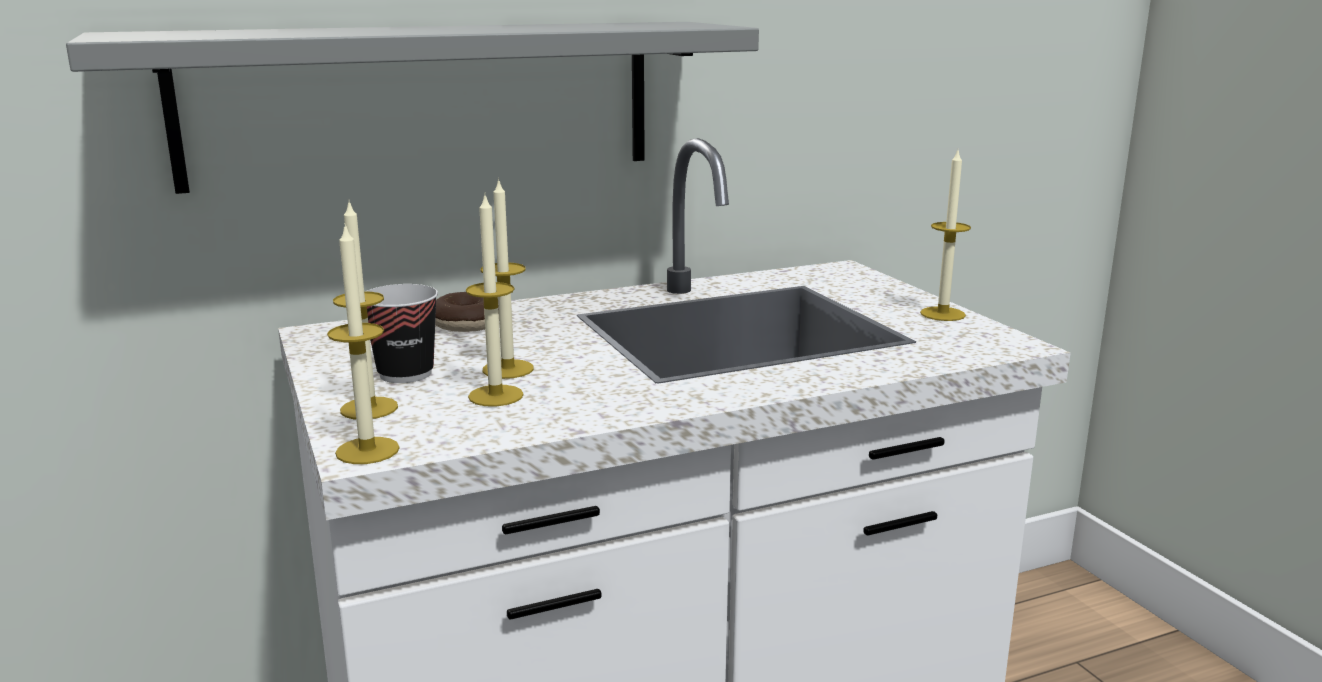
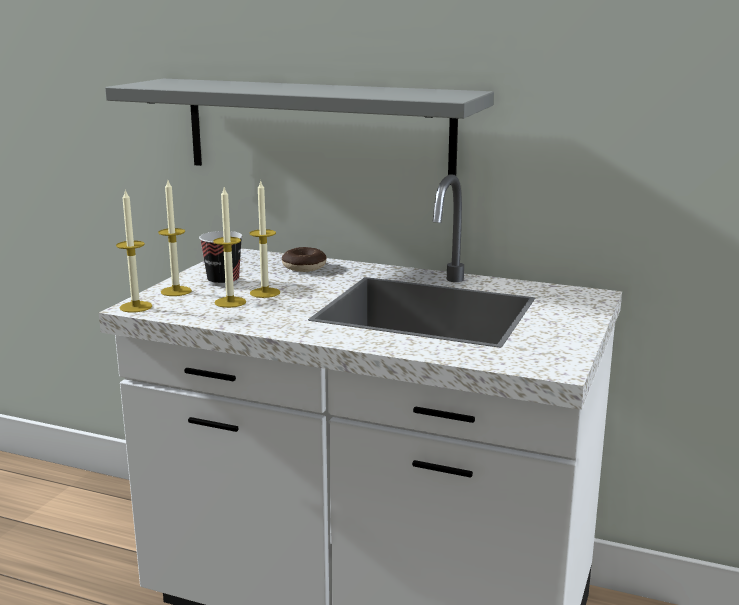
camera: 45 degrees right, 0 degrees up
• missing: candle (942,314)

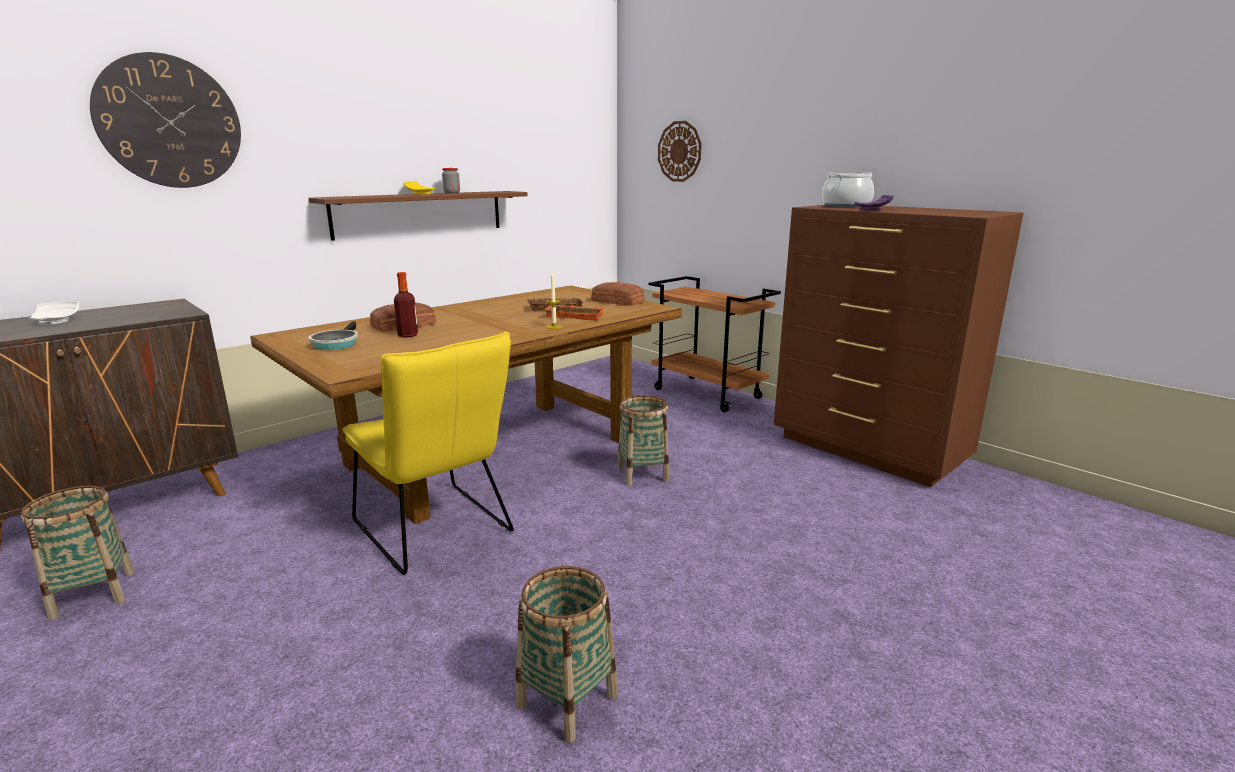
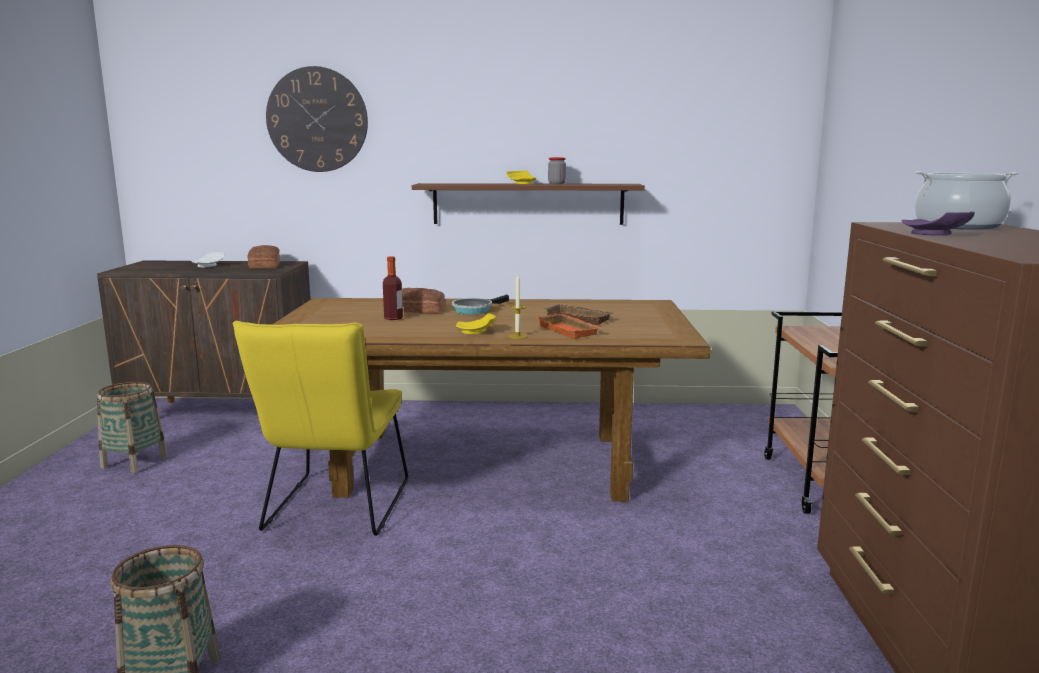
camera: 45 degrees right, 5 degrees down
• missing: storage basket (642,474)
• missing: hanging clock (679,151)
• appeared: flat dish/yellow (476,331)
• relocated: pan (336,344) to (474,310)
• relocated: bakery bread (617,301) to (265,264)

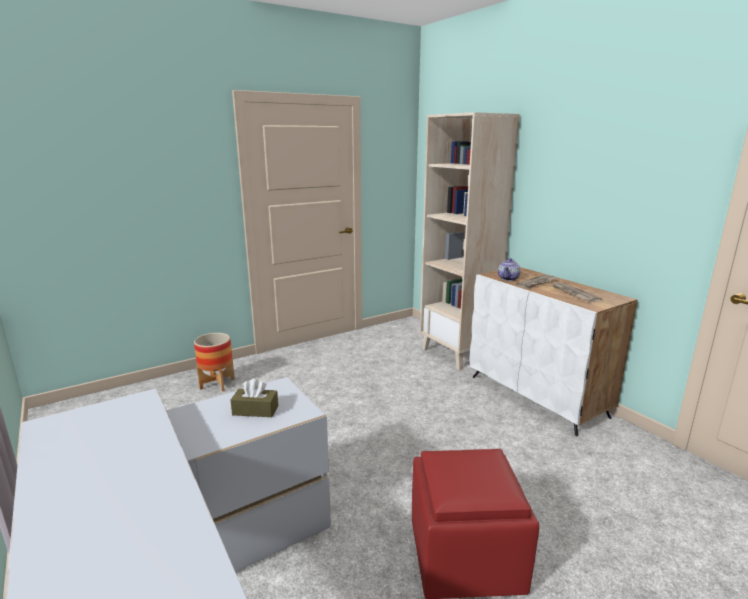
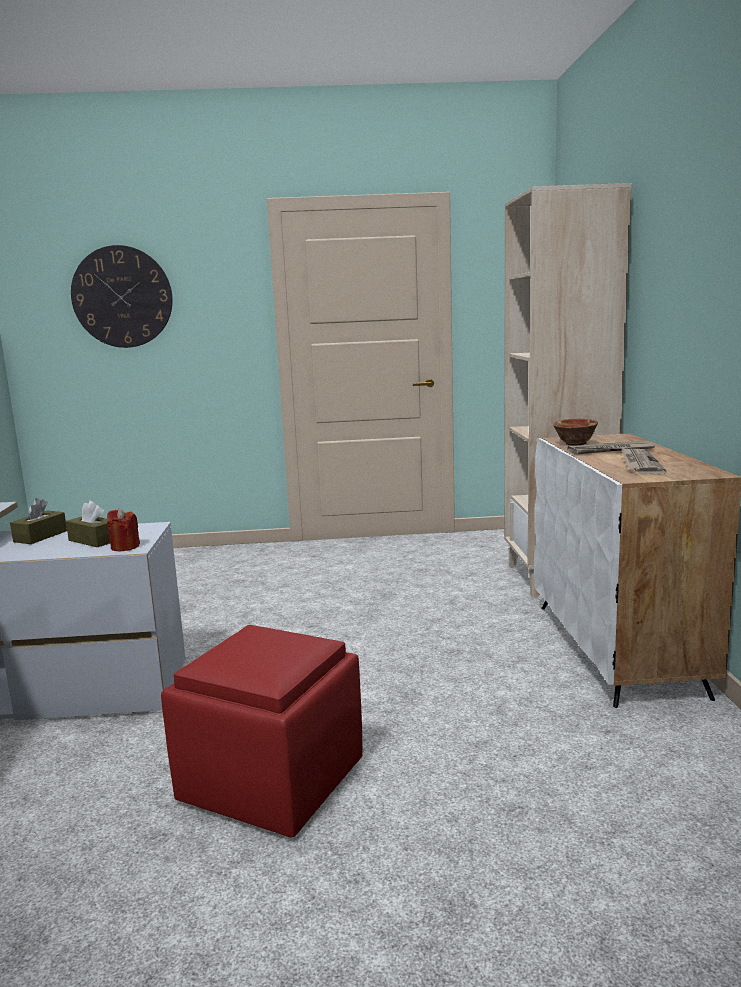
camera: 30 degrees right, 5 degrees down
• missing: plant pot (217,384)
• appeared: box of tissues/brown (40,536)
• appeared: hanging clock (122,297)
• appeared: candle/reddish (125,547)
• exchanged: tea pot (508,278) to serving bowl (575,444)

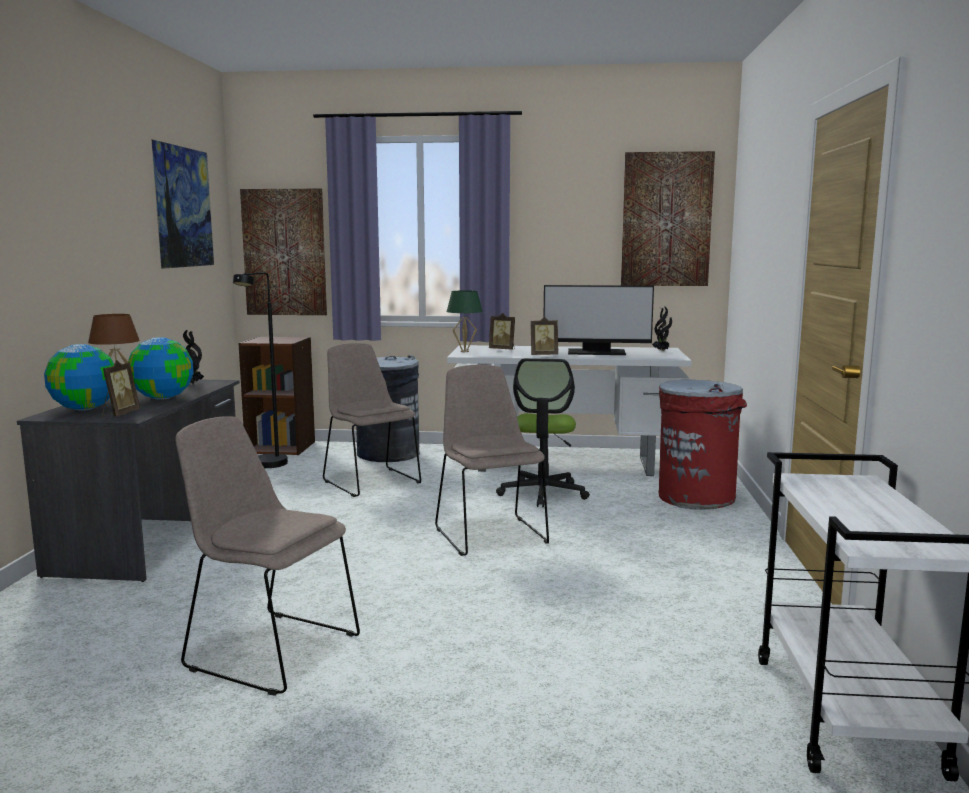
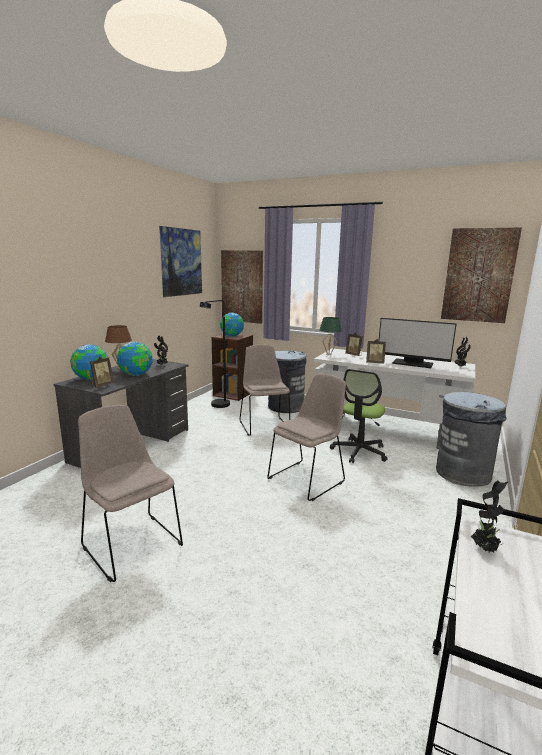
camera: 20 degrees right, 5 degrees up
• appeared: world globe (231,336)
• appeared: plant in a pot (485,549)
• colour: trash can/reddish (696,497) to trash can/grey (463,473)
• spun: plain chair/beige-coloured (489,534) = (307,479) 45 degrees clockwise

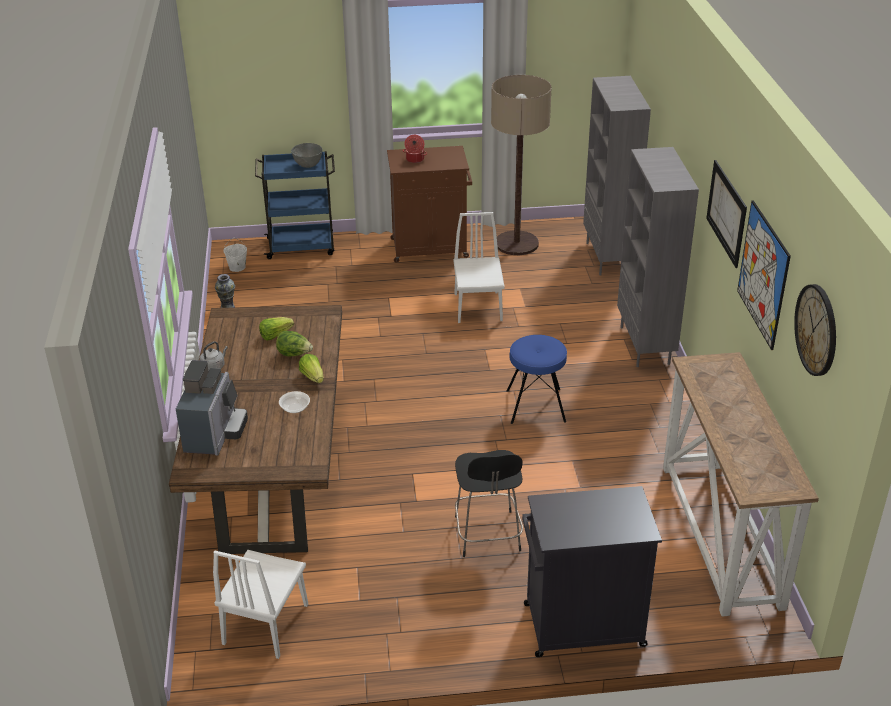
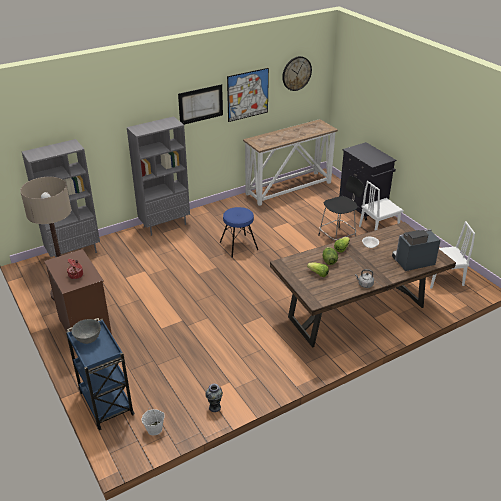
camera: 115 degrees left, 0 degrees up
• relocated: plain chair/whitish (478,307) to (379,228)

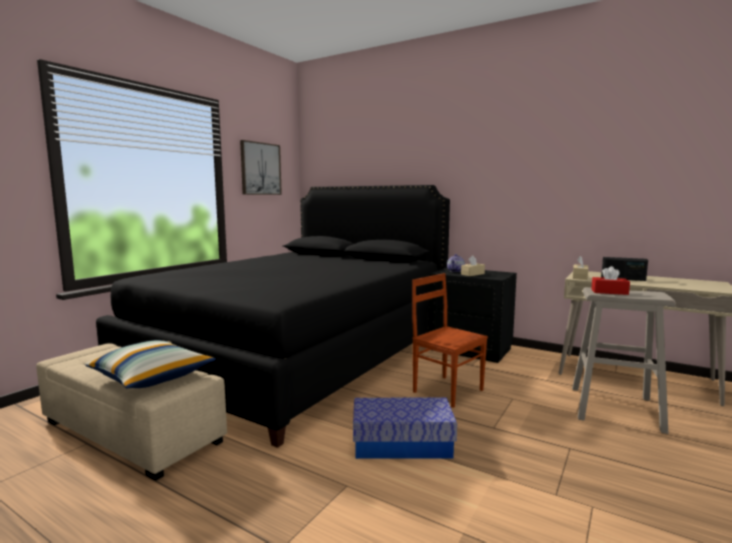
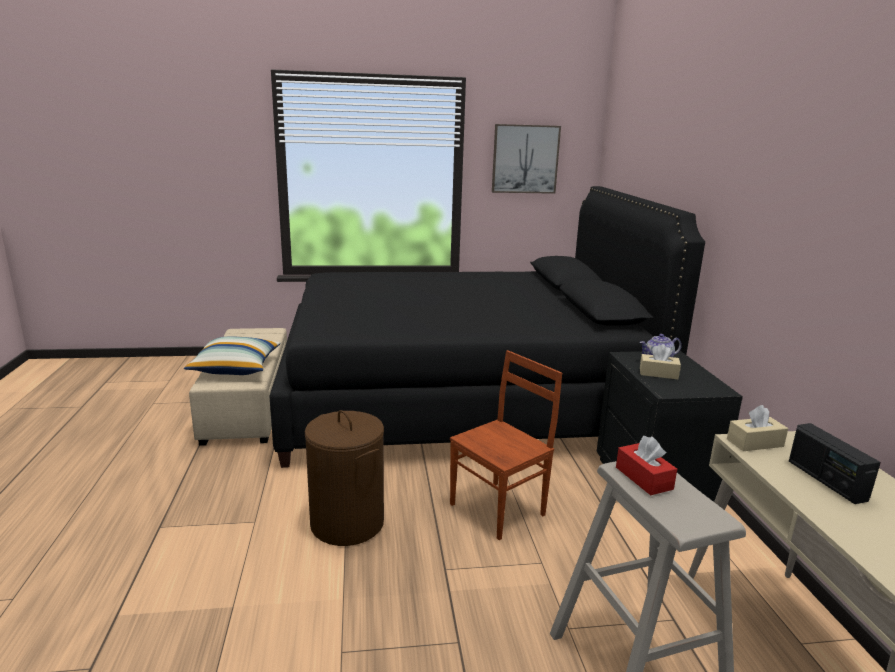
camera: 50 degrees right, 10 degrees up
• exchanged: storage container (402,444) to hamper/brown (347,523)
• spun: plain chair/brown (447,390) = (499,509) 45 degrees clockwise

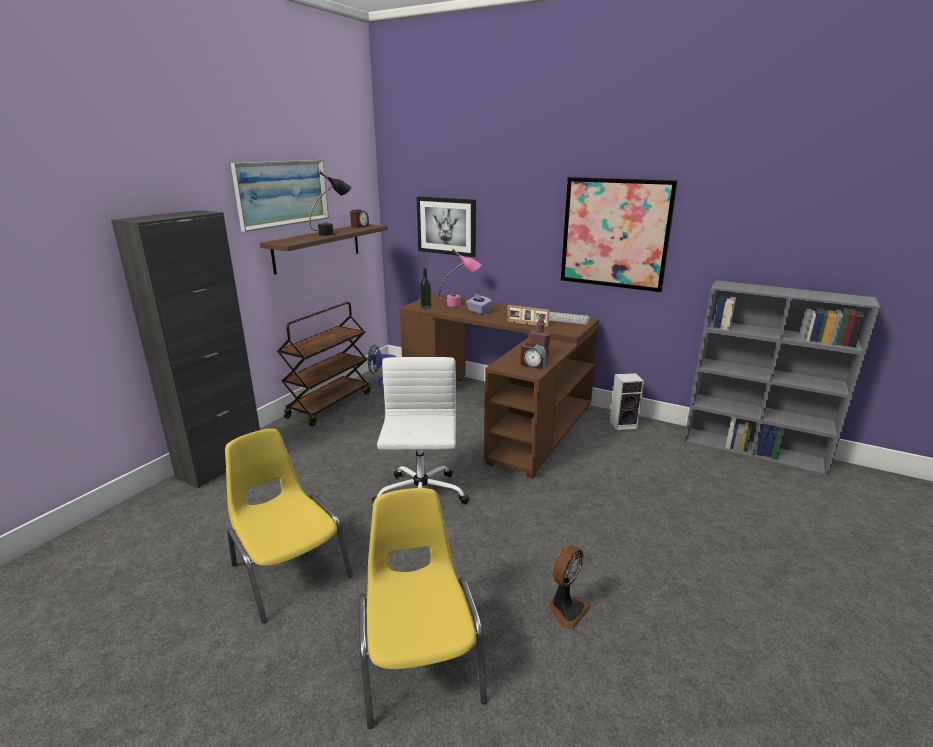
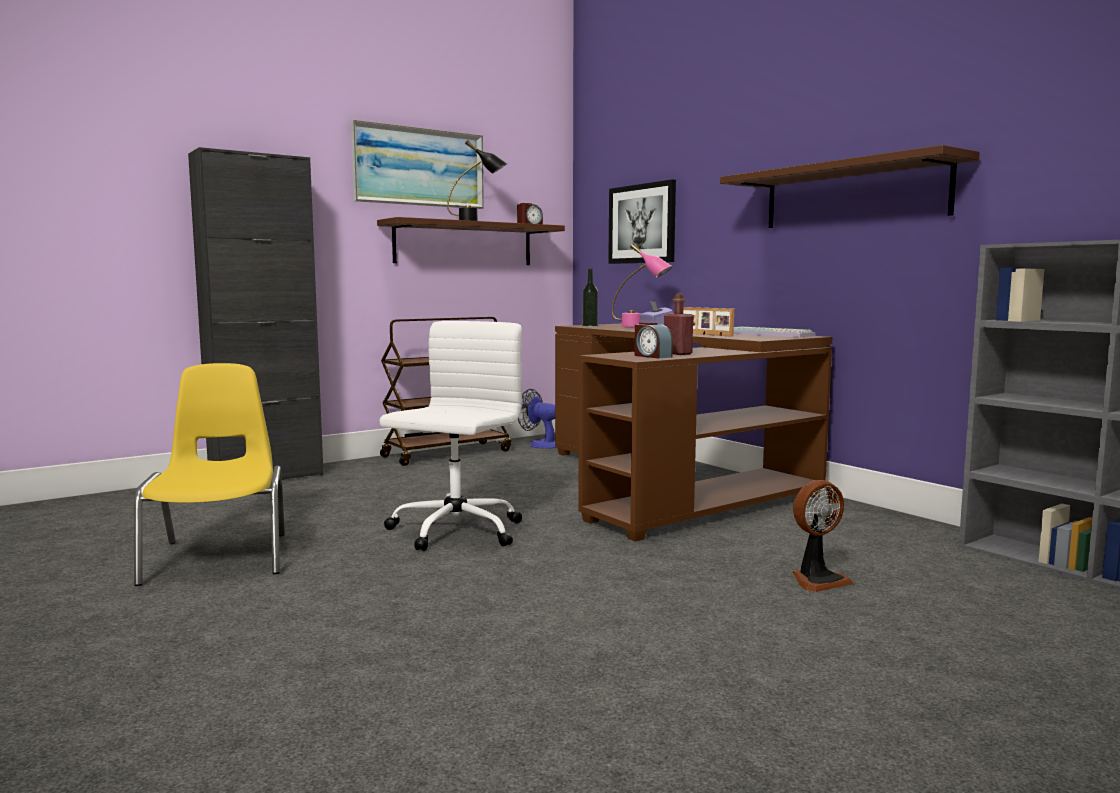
camera: 25 degrees right, 15 degrees down
• missing: plain chair/yellow (420,660)
• missing: audio speaker (624,424)
• relocated: electric fan (566,609) to (817,580)
• exchanged: wall art (615,233) to bracket shelf/brown (853,195)

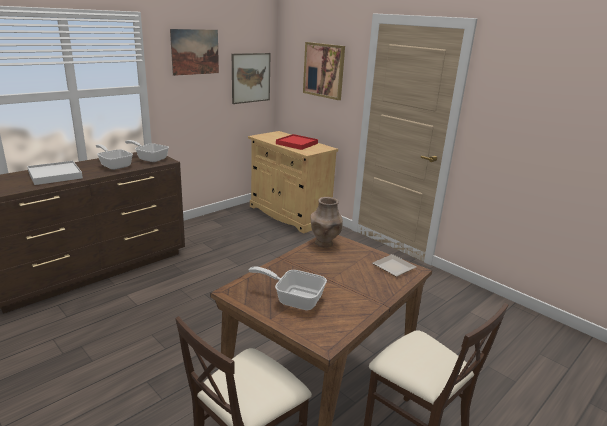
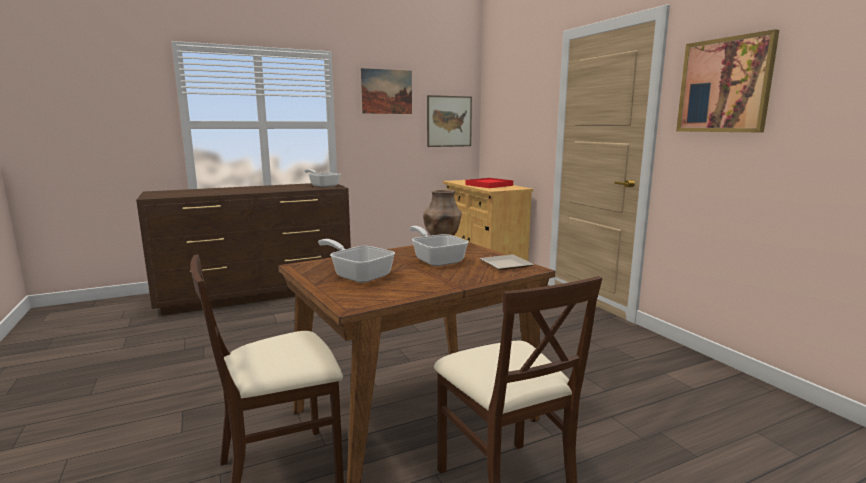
camera: 20 degrees right, 10 degrees down
• missing: tray/whitish (55,175)
• relocated: pan (114,165) to (436,259)
• relocated: wall art (324,70) to (724,85)

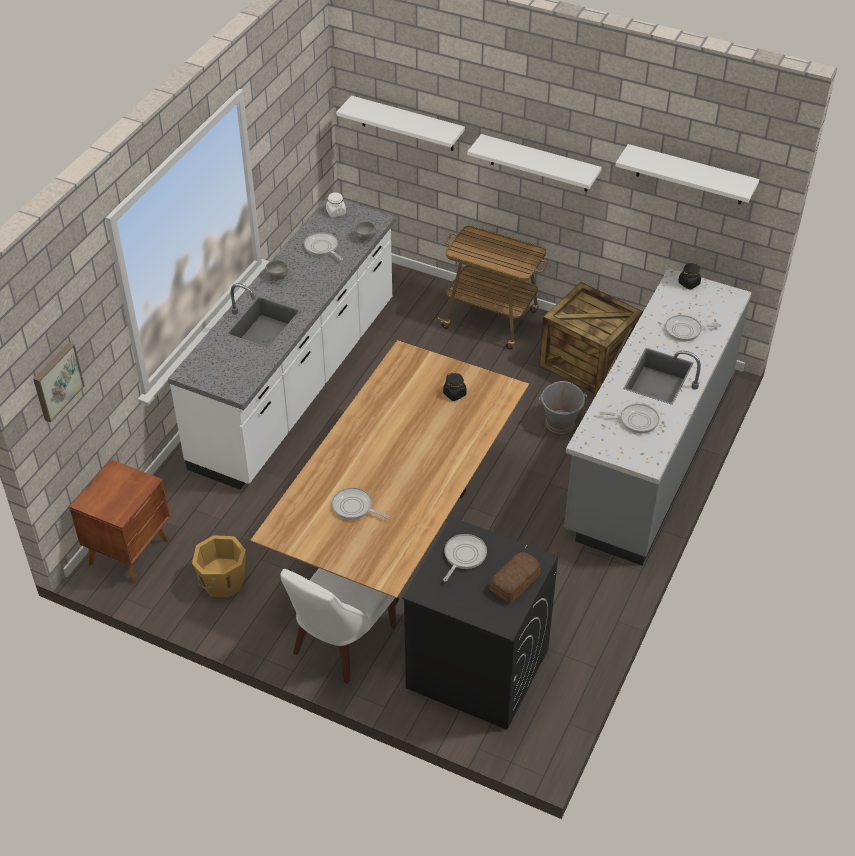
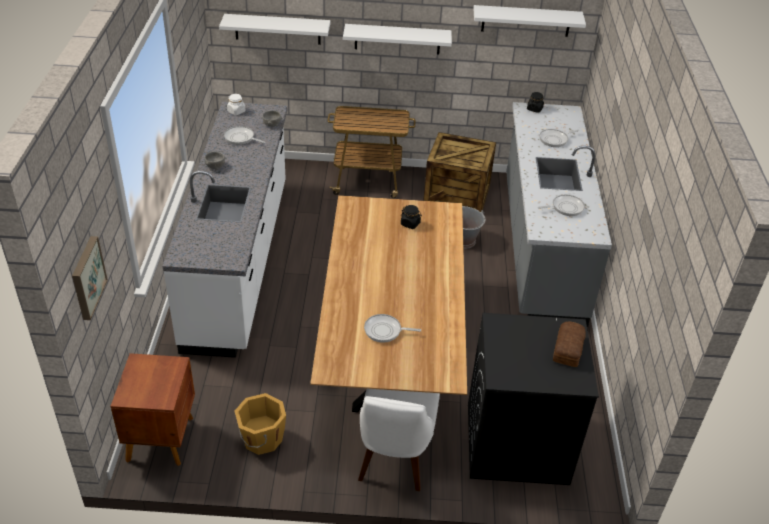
camera: 25 degrees left, 5 degrees down
• missing: pan (463,556)

